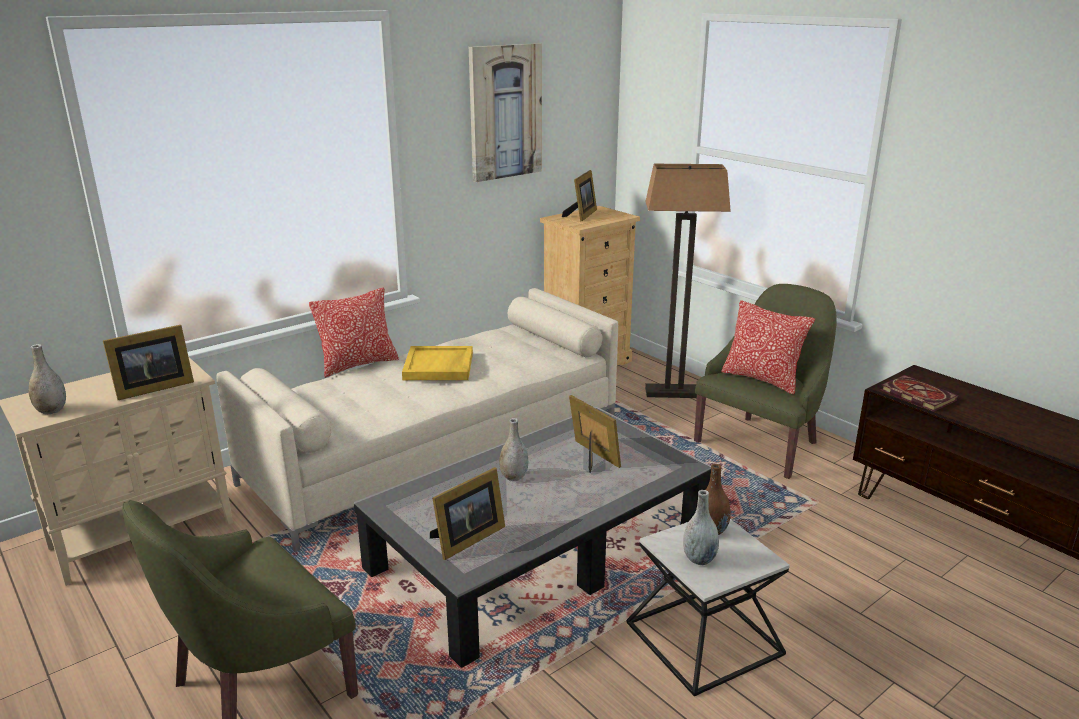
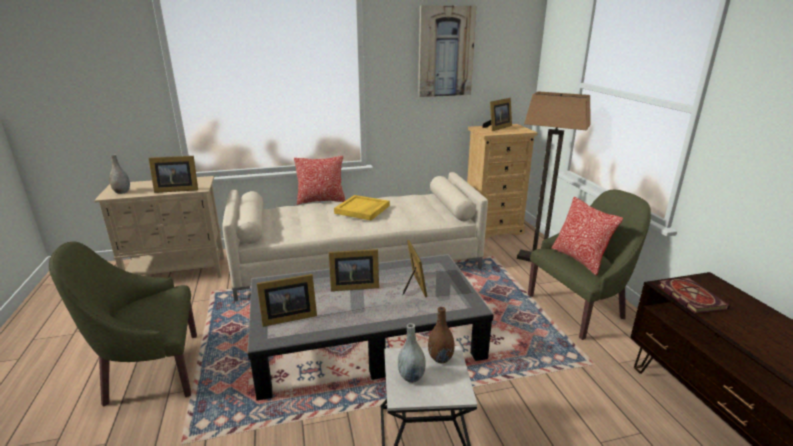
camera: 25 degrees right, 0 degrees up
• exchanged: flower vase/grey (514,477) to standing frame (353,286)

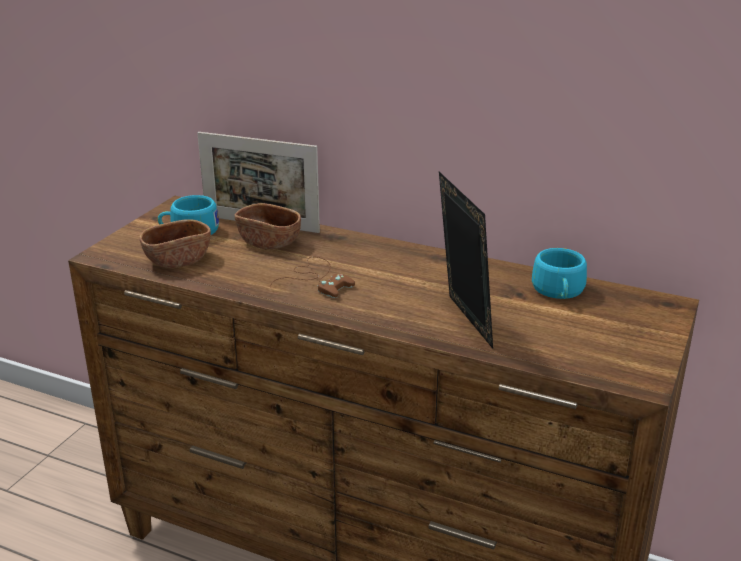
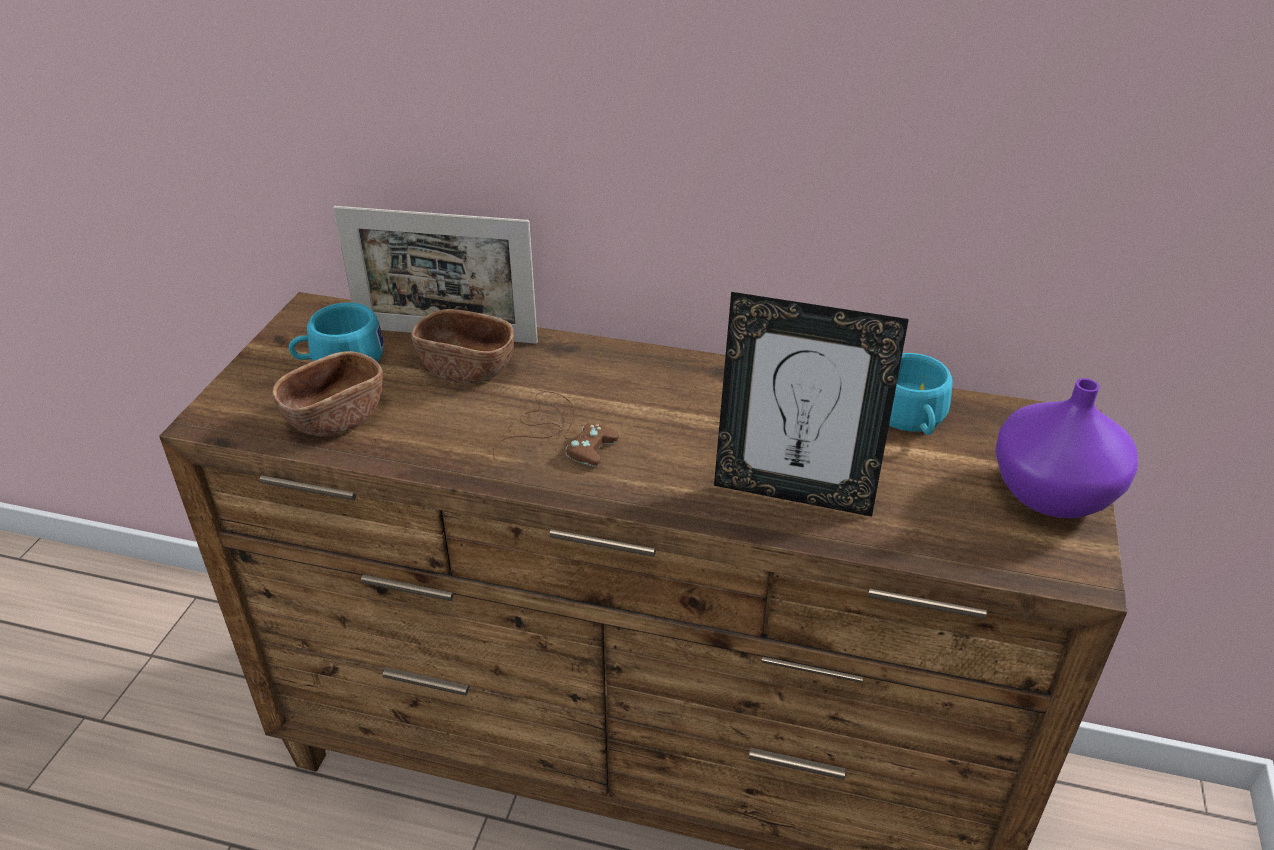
camera: 10 degrees left, 10 degrees up
• appeared: flower vase/purple (1054,495)
• spun: standing frame (462,323) = (794,492) 135 degrees clockwise

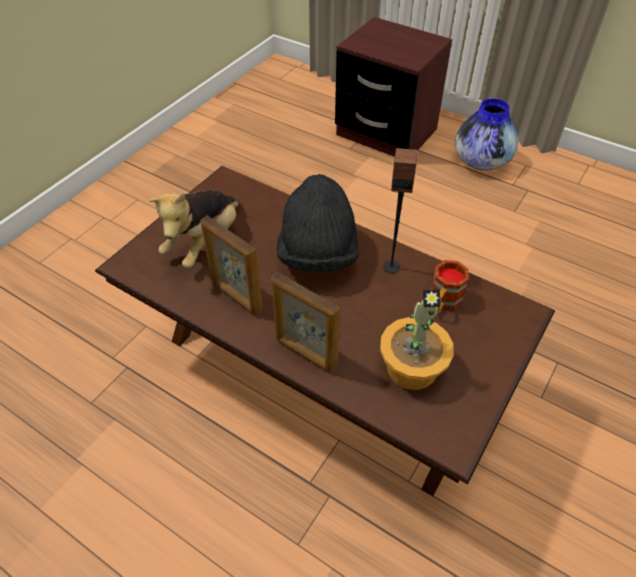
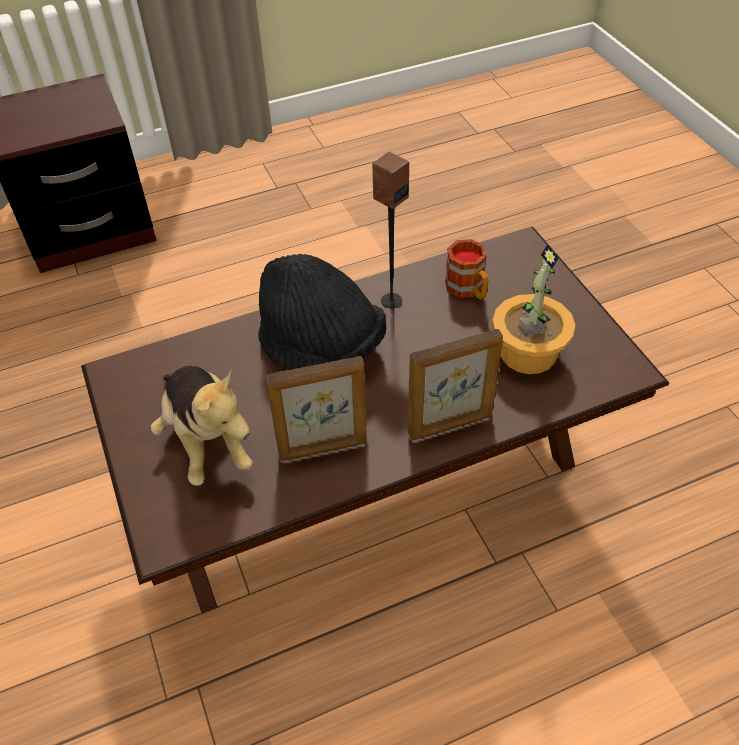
camera: 55 degrees left, 0 degrees up
• missing: flower vase (481,161)

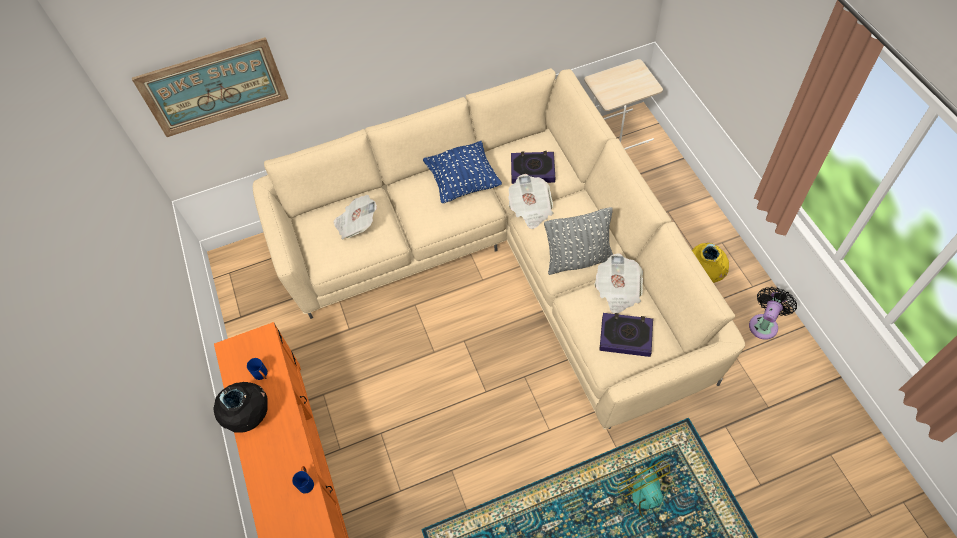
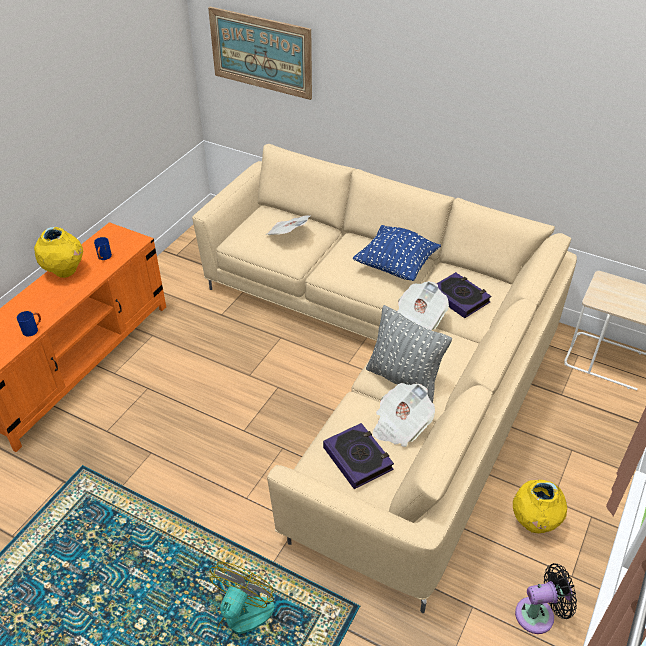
camera: 45 degrees right, 15 degrees down
• colour: flower vase/black (250,416) to flower vase/yellow (65,272)

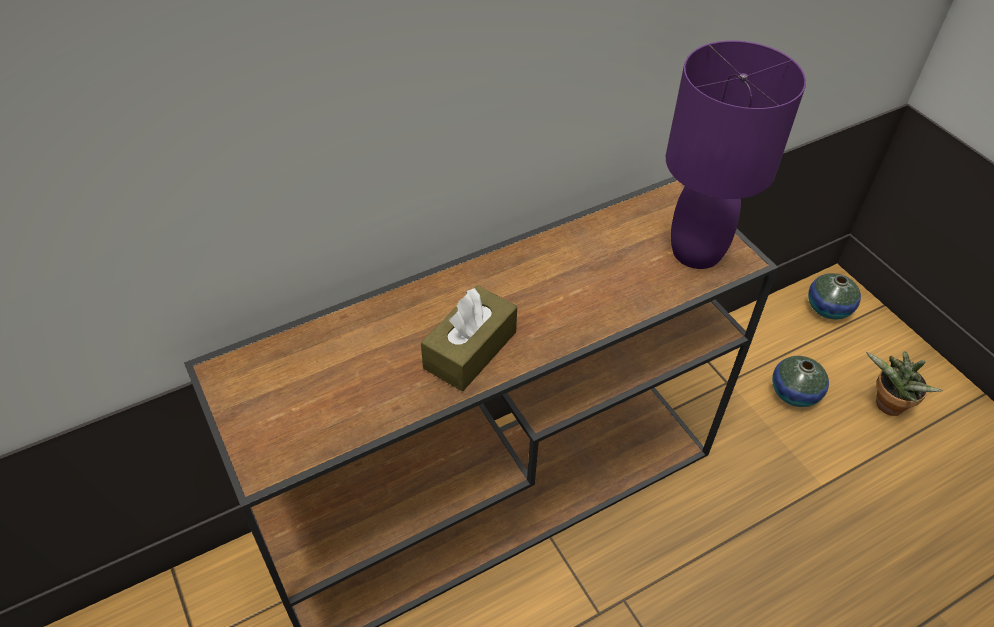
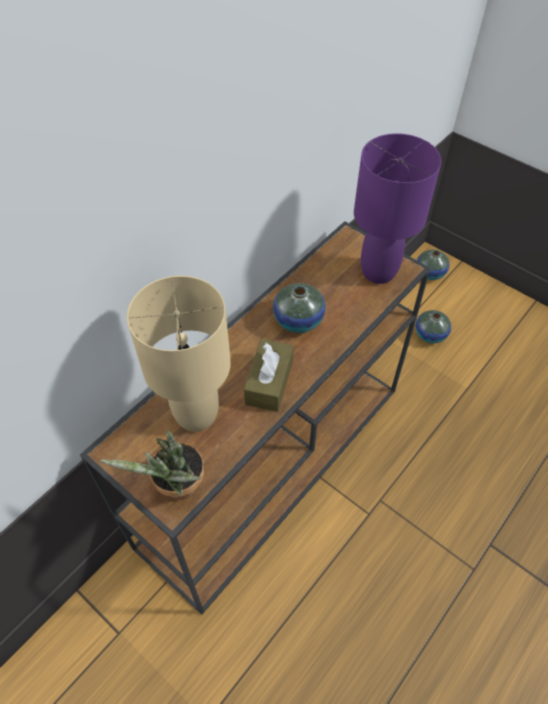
camera: 20 degrees left, 5 degrees up
• appeared: tabletop lamp/beige-coloured (196,414)
• appeared: flower vase (298,320)
• relocated: plant in a pot (886,406) to (177,489)

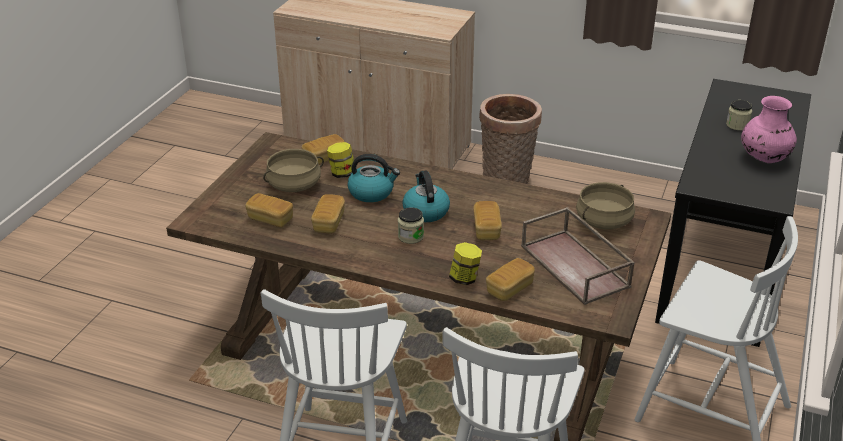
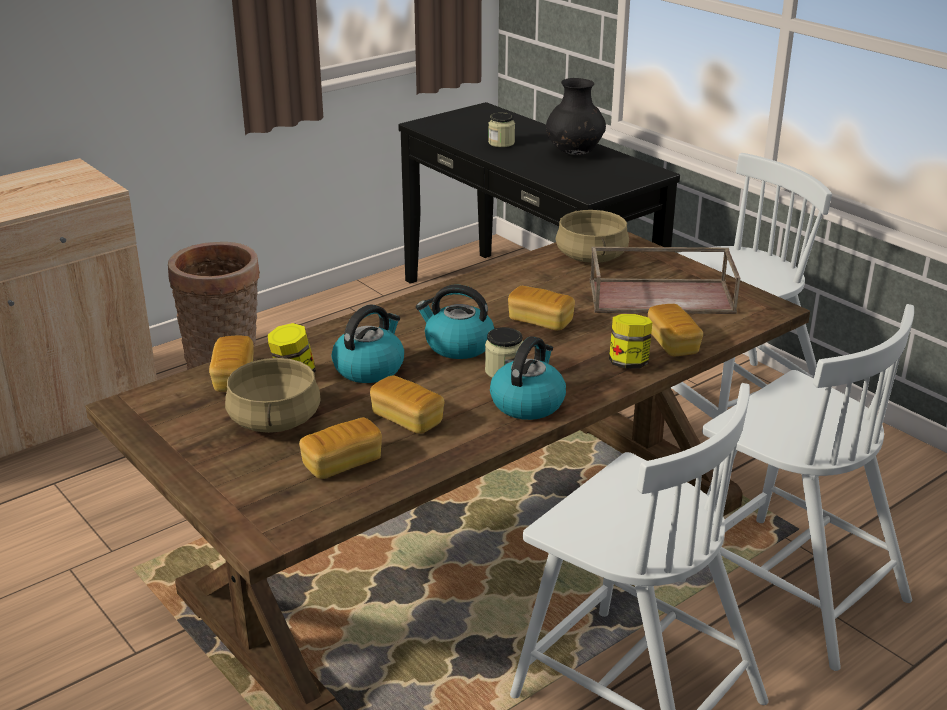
camera: 60 degrees left, 5 degrees down
• appeared: tea kettle (527,403)
• colour: flower vase/pinkish (764,158) to flower vase/black (574,153)

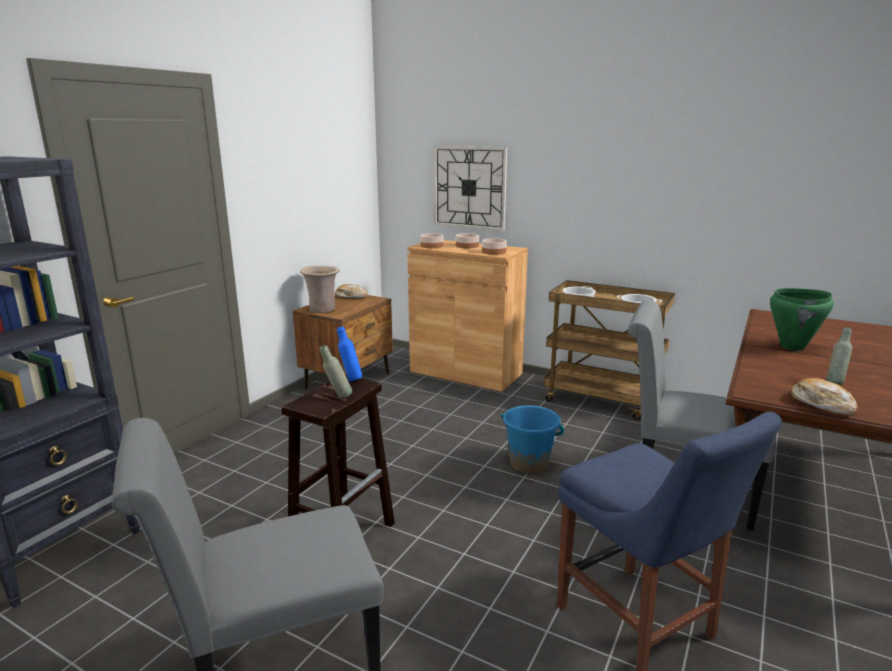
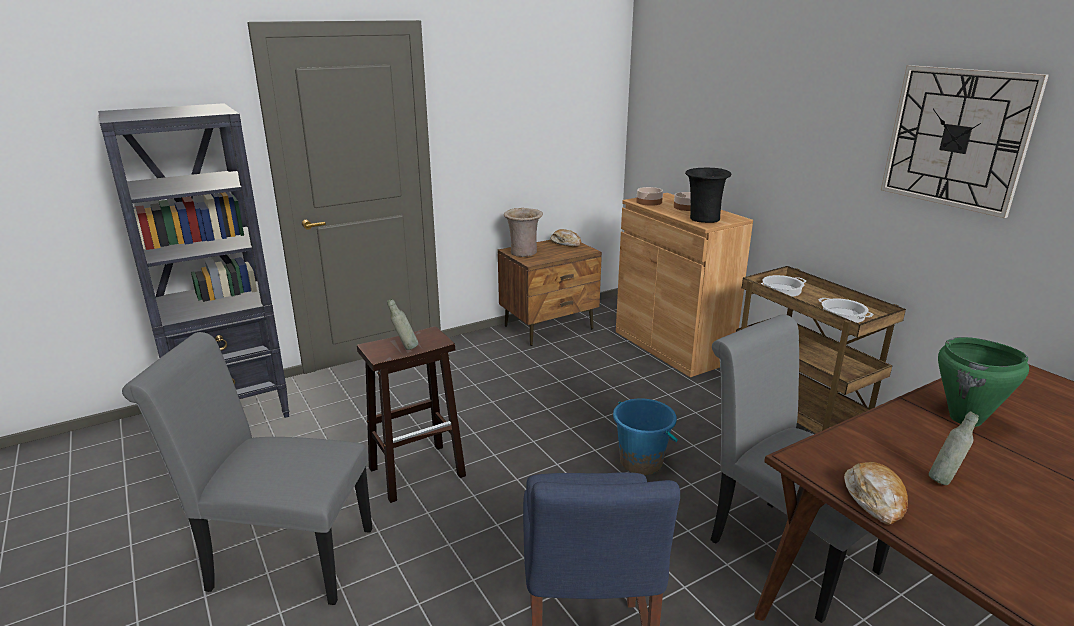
camera: 30 degrees right, 5 degrees up
• missing: drink bottle/blue-coloured (350,379)
• relocated: hanging clock (469,187) to (957,138)
• exchanged: serving bowl (494,252) to flower vase/black (703,219)

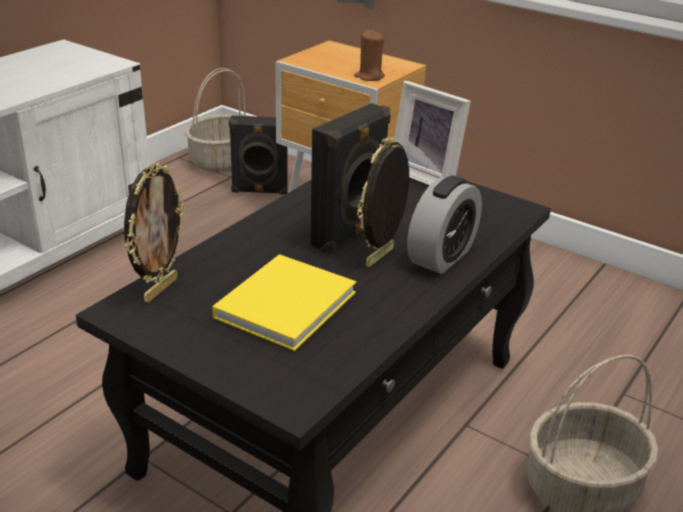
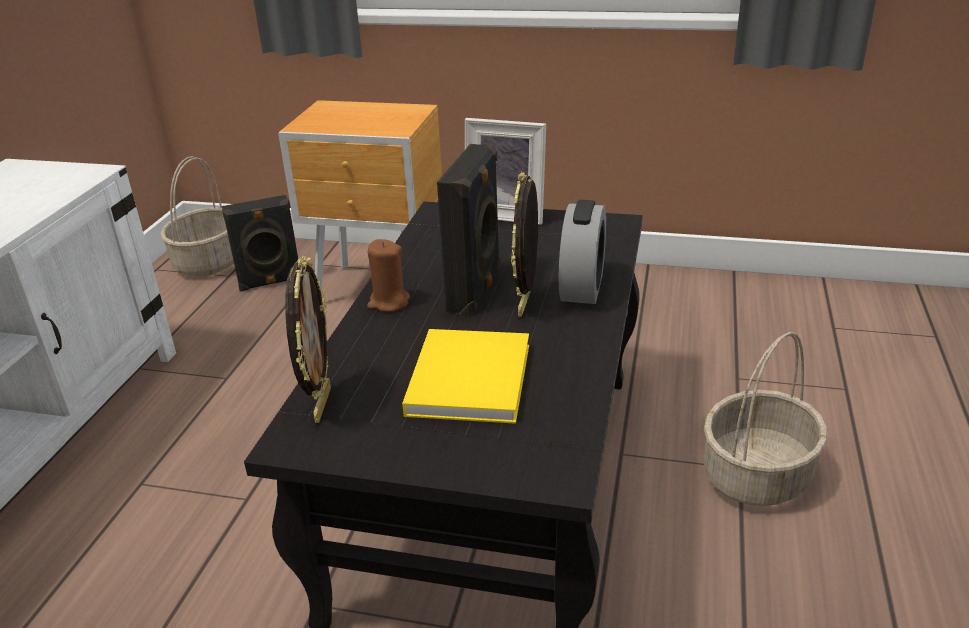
camera: 20 degrees left, 0 degrees up
• relocated: candle/brown (369,77) to (388,302)

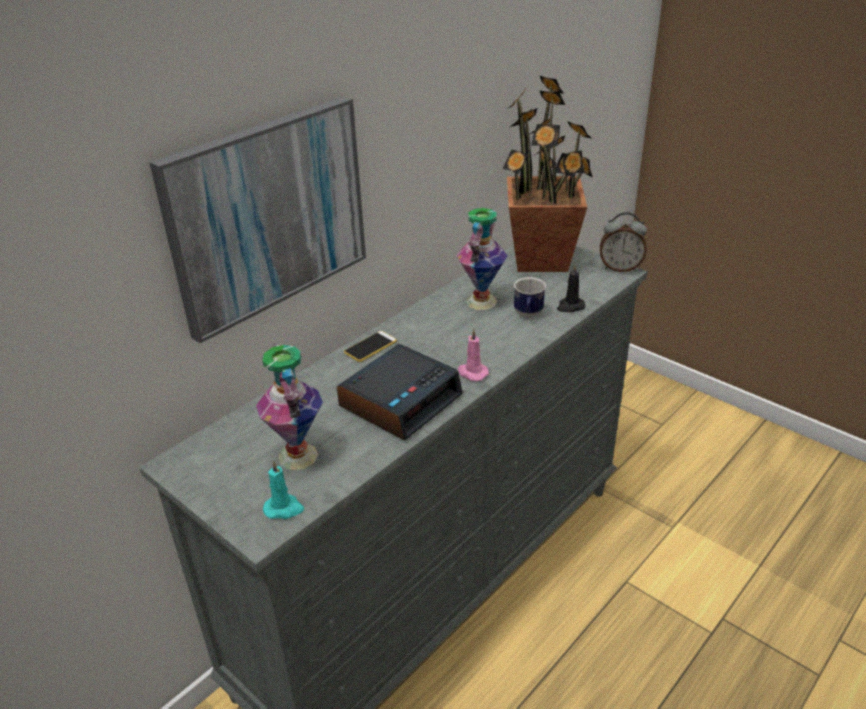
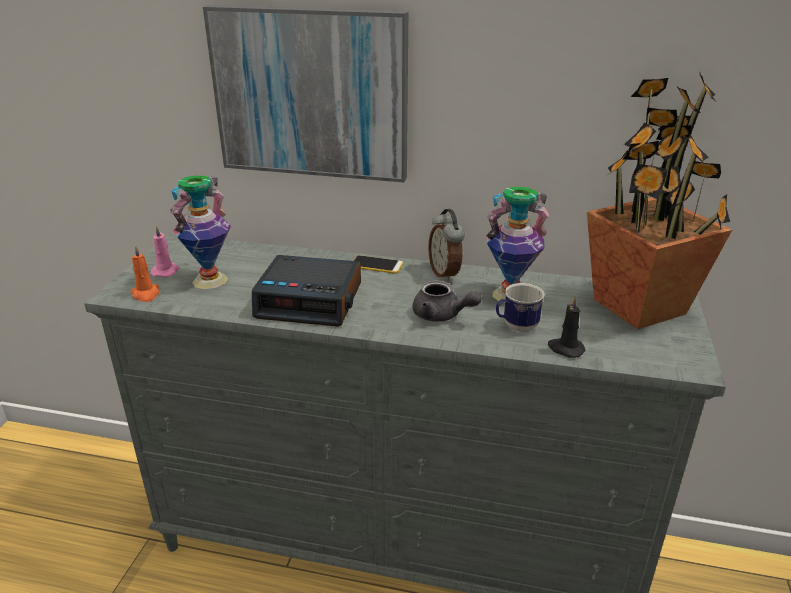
camera: 60 degrees right, 5 degrees down
• appeared: tea pot/grey (442,316)
• relocated: candle/pinkish (472,373) to (166,271)
• relocated: bedside clock (620,268) to (445,273)
• colour: candle/blue-green (284,508) to candle/orange-coloured (146,294)

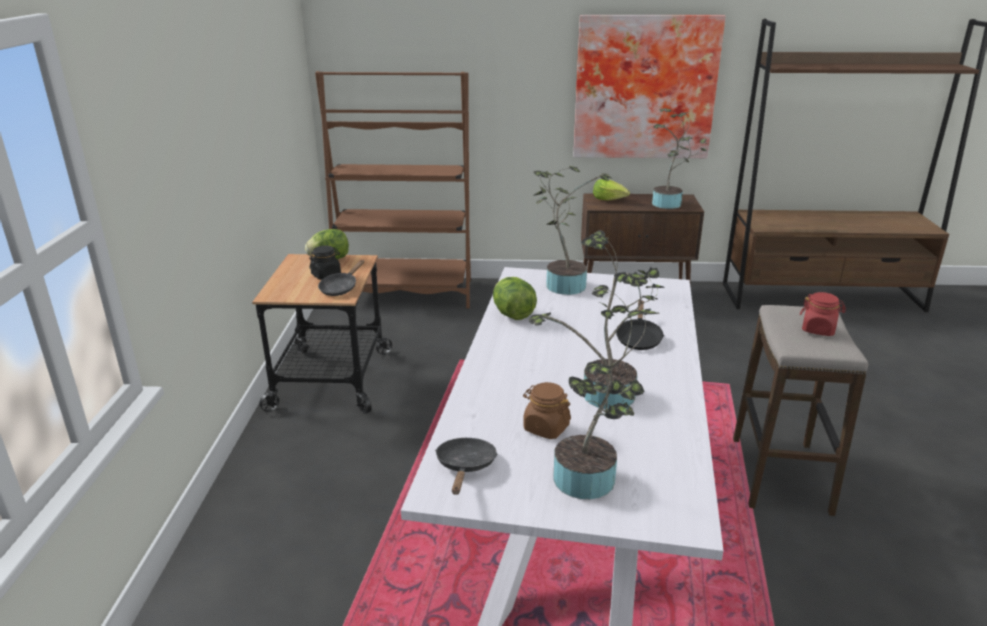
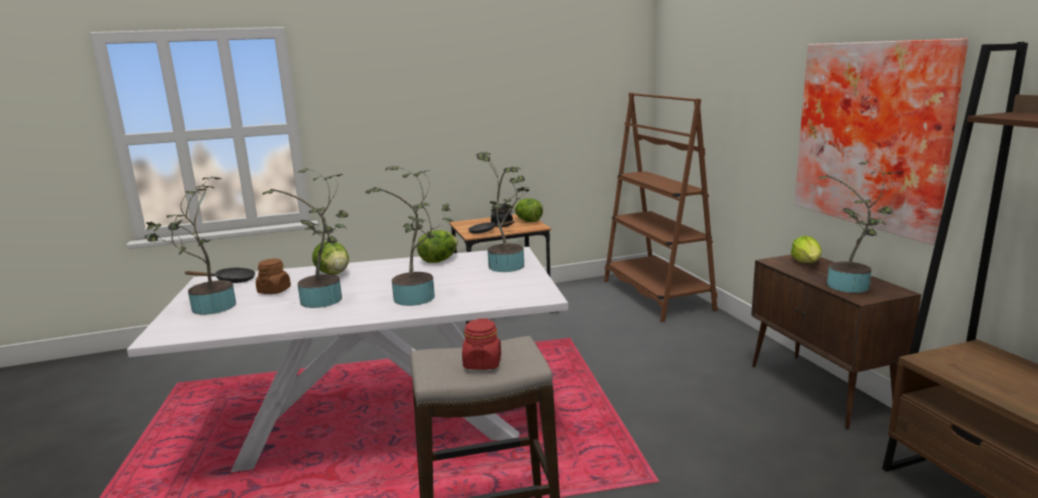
camera: 70 degrees right, 10 degrees down
• appeared: lettuce (333,274)
• exchanged: pan/black (638,338) to plant in a pot (419,298)

